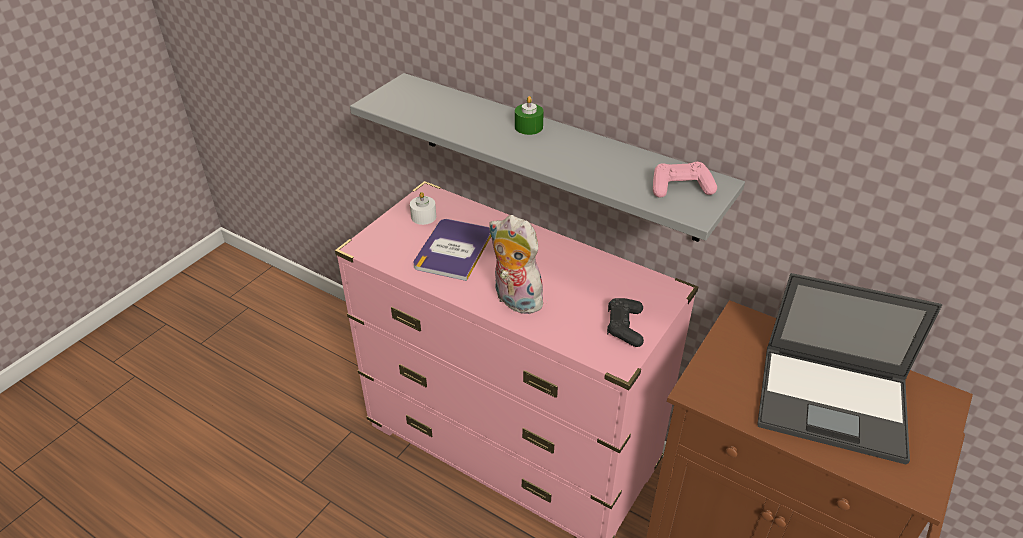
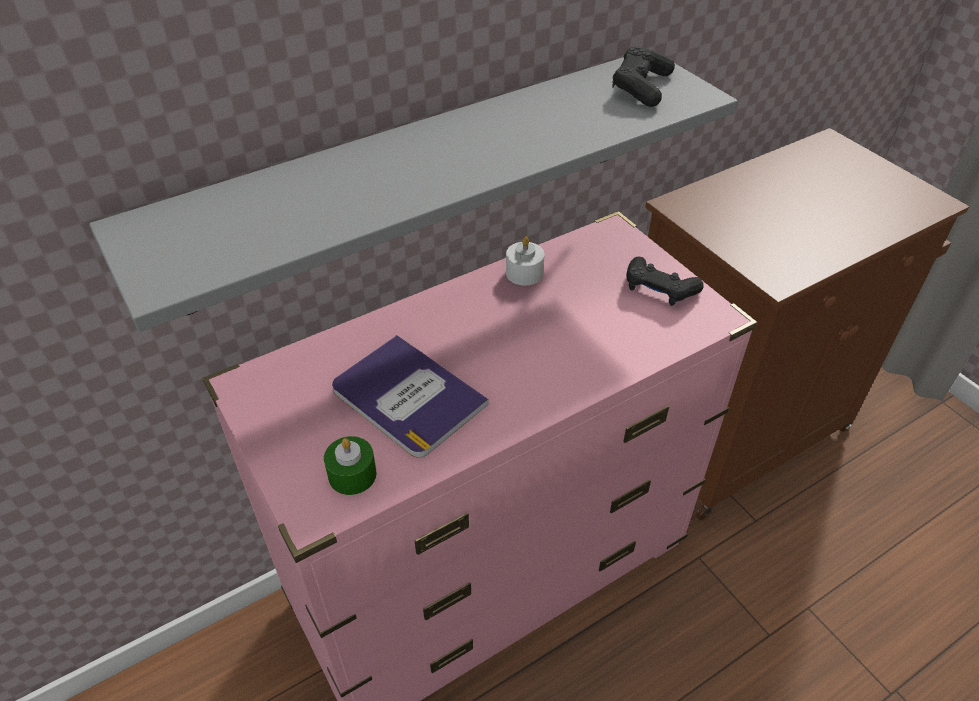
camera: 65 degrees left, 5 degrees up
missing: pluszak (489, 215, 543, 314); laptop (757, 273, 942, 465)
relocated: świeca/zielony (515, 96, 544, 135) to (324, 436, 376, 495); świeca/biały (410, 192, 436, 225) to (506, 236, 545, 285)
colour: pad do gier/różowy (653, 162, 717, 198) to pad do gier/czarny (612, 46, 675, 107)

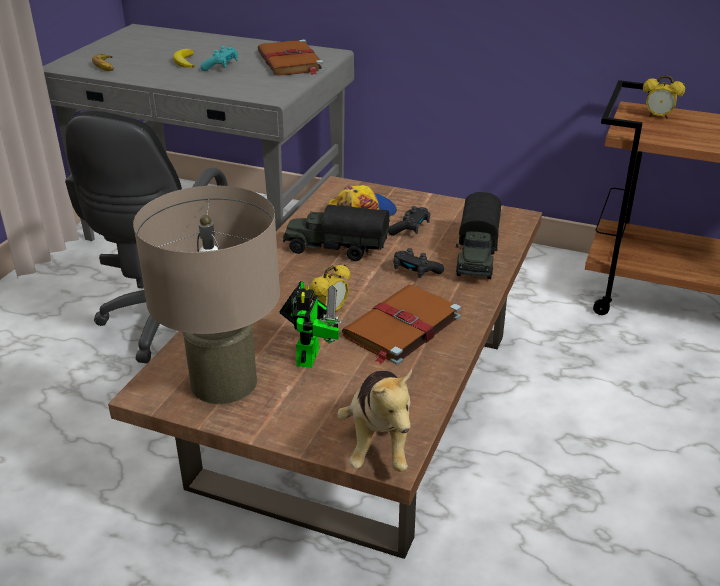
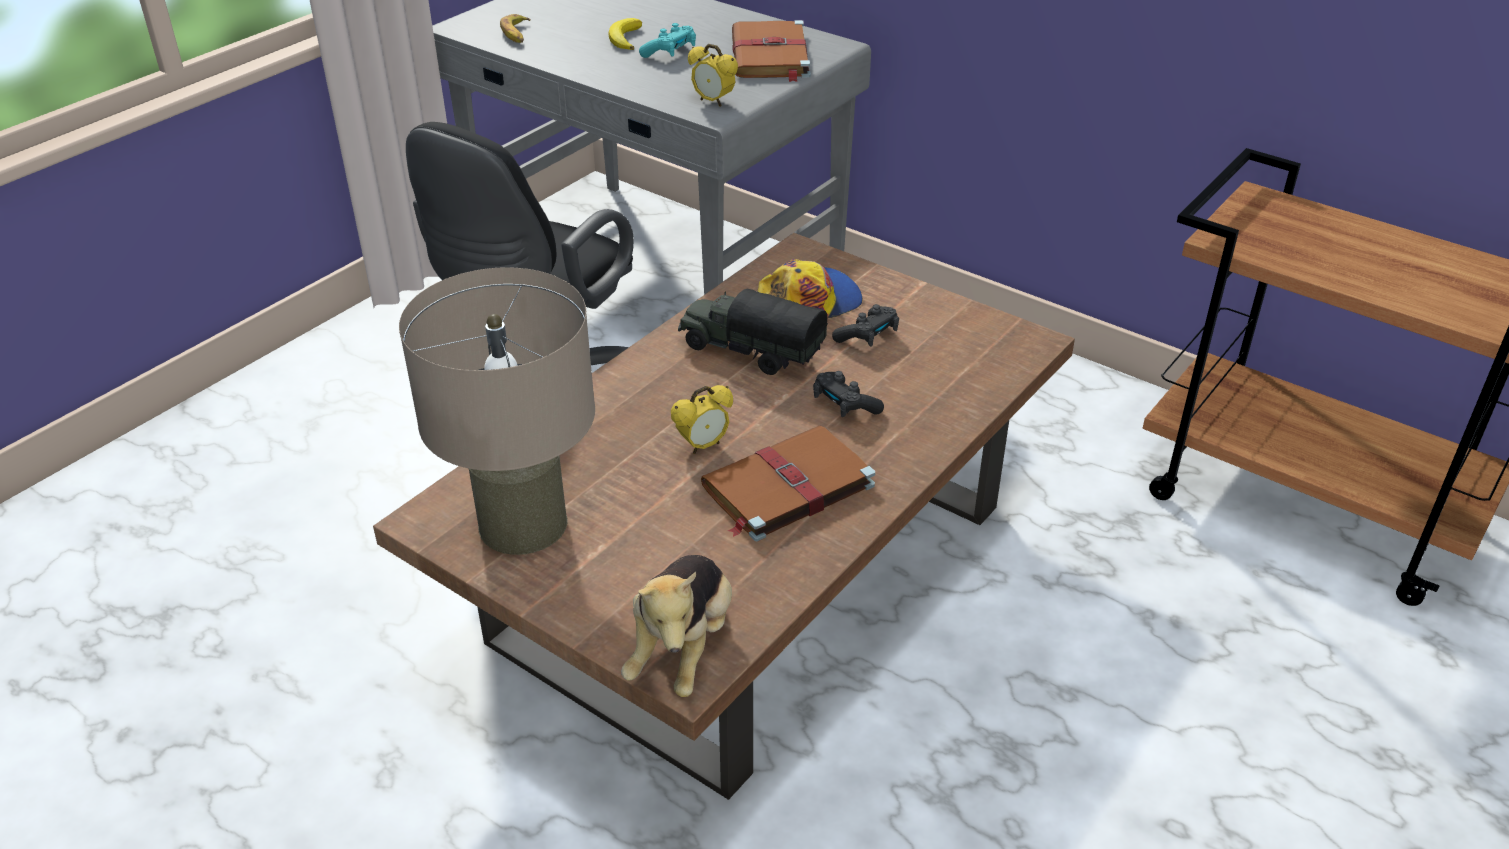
camera: 15 degrees right, 5 degrees up
missing: robot zabawkowy (279, 281, 341, 368); ciężarówka zabawkowa (456, 192, 501, 279)
relocated: budzik (643, 75, 685, 119) to (688, 44, 738, 107)

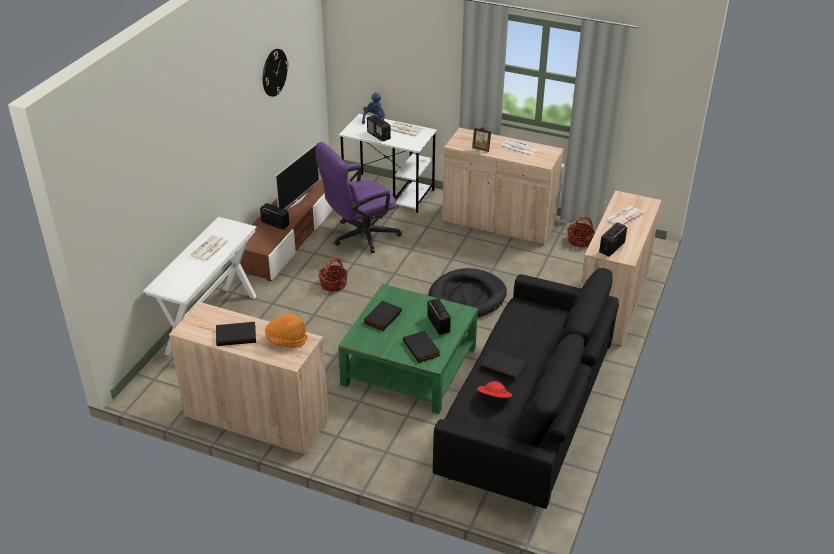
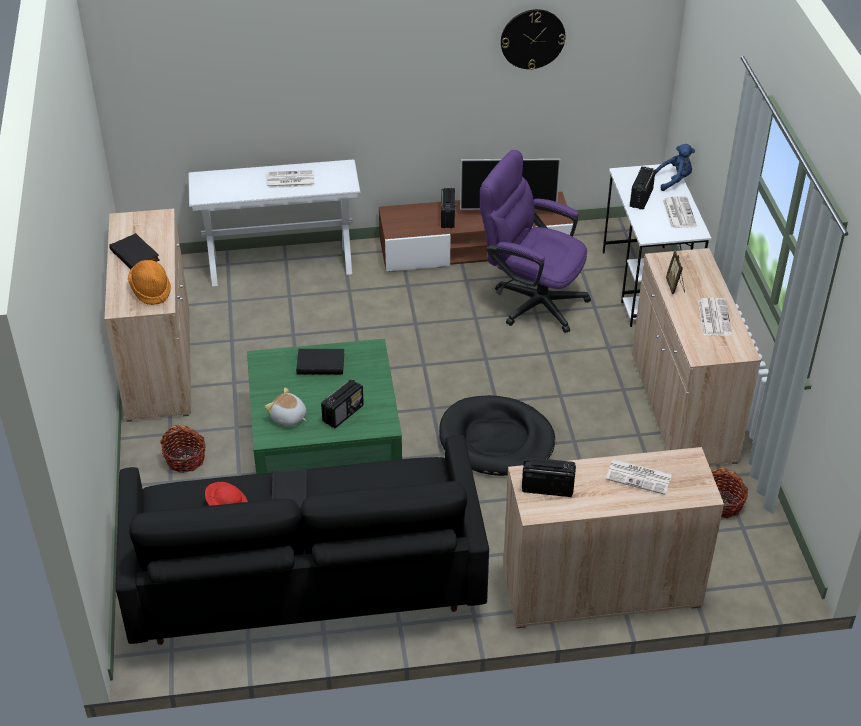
camera: 60 degrees right, 5 degrees up
relocated: koszyk (318, 258, 348, 292) to (160, 425, 206, 473)
exchanged: książka/czarny (403, 330, 440, 363) to pluszak (265, 388, 307, 426)

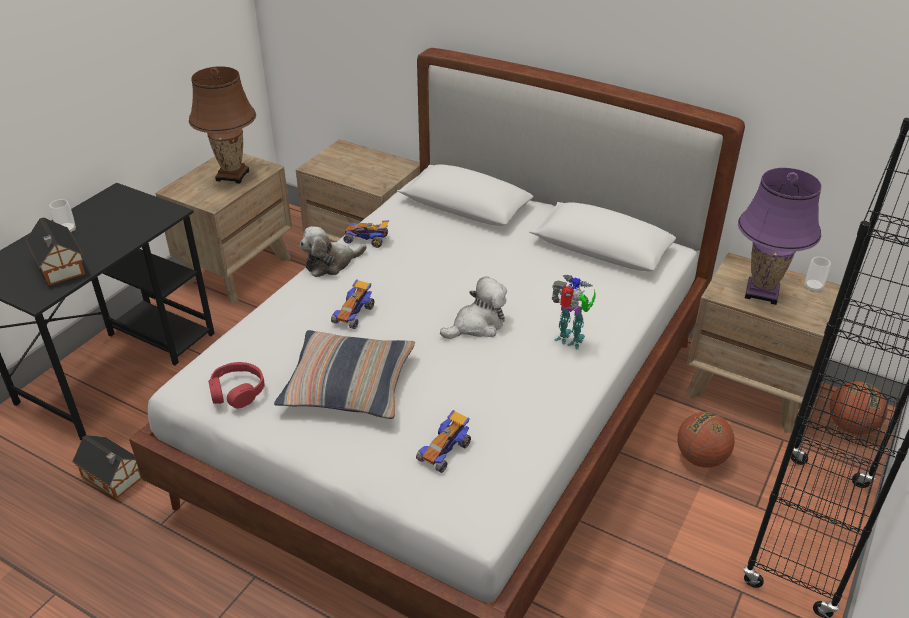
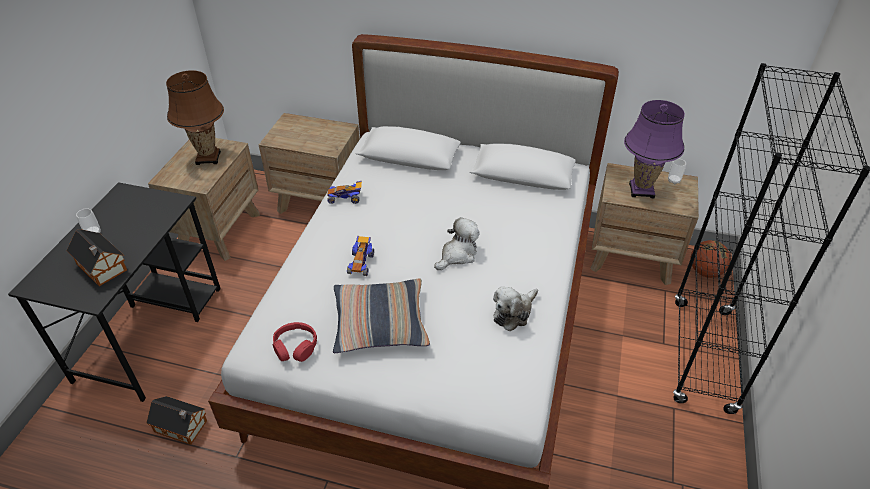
camera: 15 degrees left, 5 degrees up
missing: samochodzik (416, 410, 471, 473); robot zabawkowy (552, 275, 595, 349); piłka do koszykówki (677, 412, 735, 468)
relocated: pluszak (300, 226, 367, 277) to (493, 286, 538, 331)

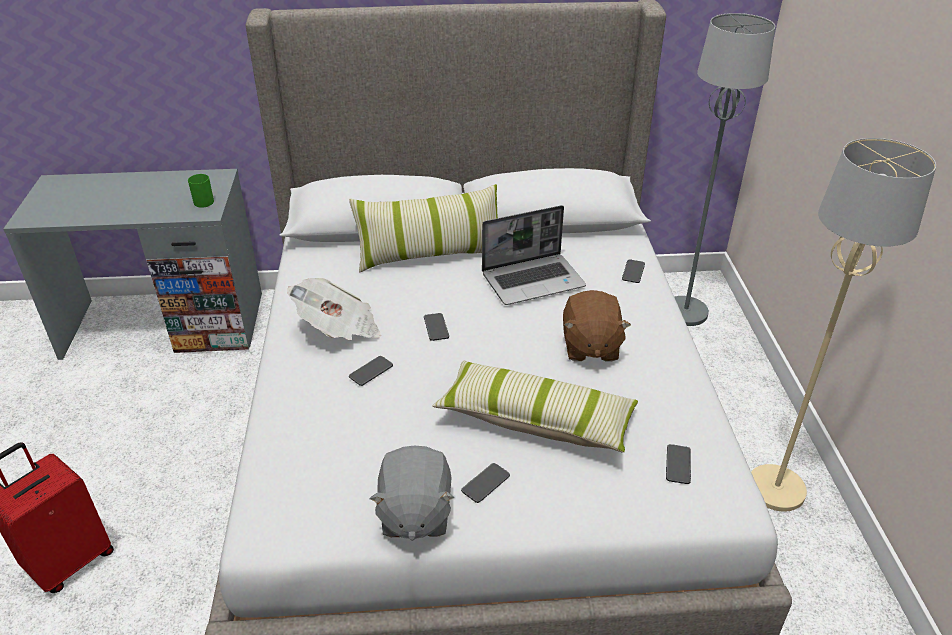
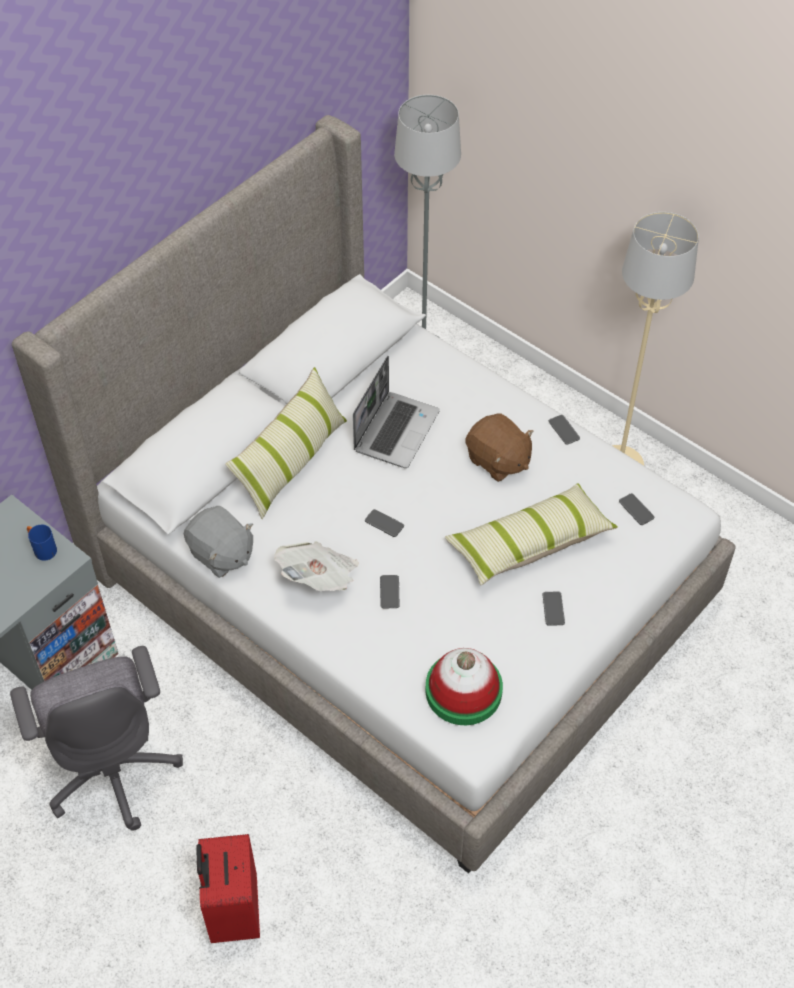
camera: 45 degrees left, 15 degrees up
appeared: krzesło biurowe/szary (10, 646, 183, 831); kapelusz (425, 648, 503, 725)
relocated: pluszak/szary (370, 446, 455, 541) to (184, 506, 253, 578); telefon (622, 259, 645, 283) to (549, 415, 580, 445)
colour: kubek/zielony (188, 174, 214, 208) to kubek/niebieski (27, 525, 57, 560)

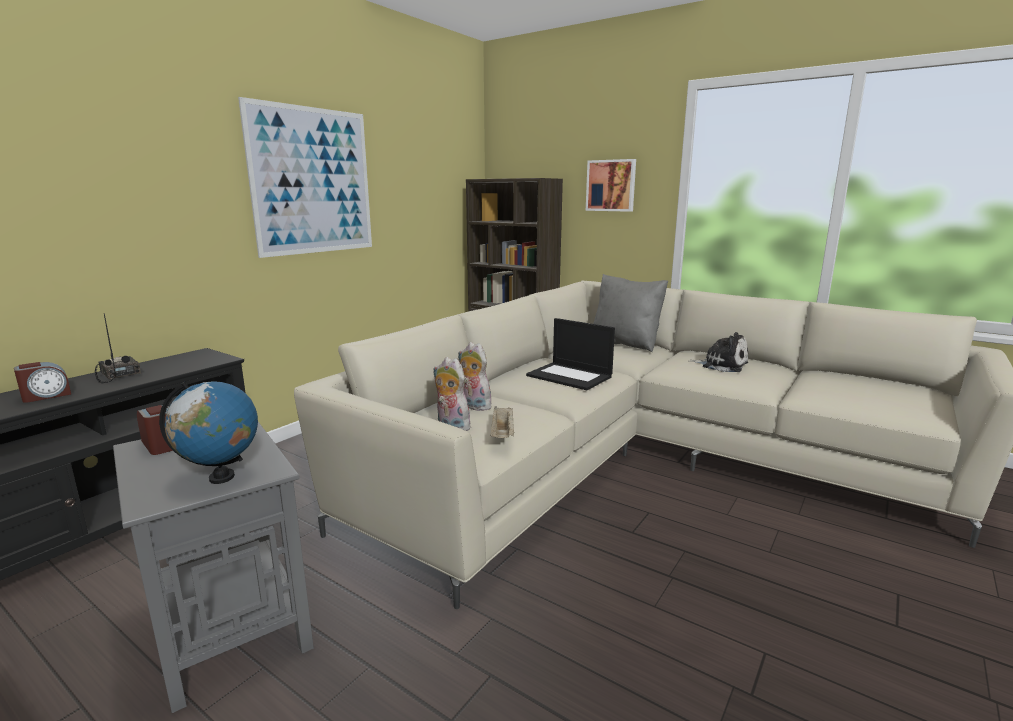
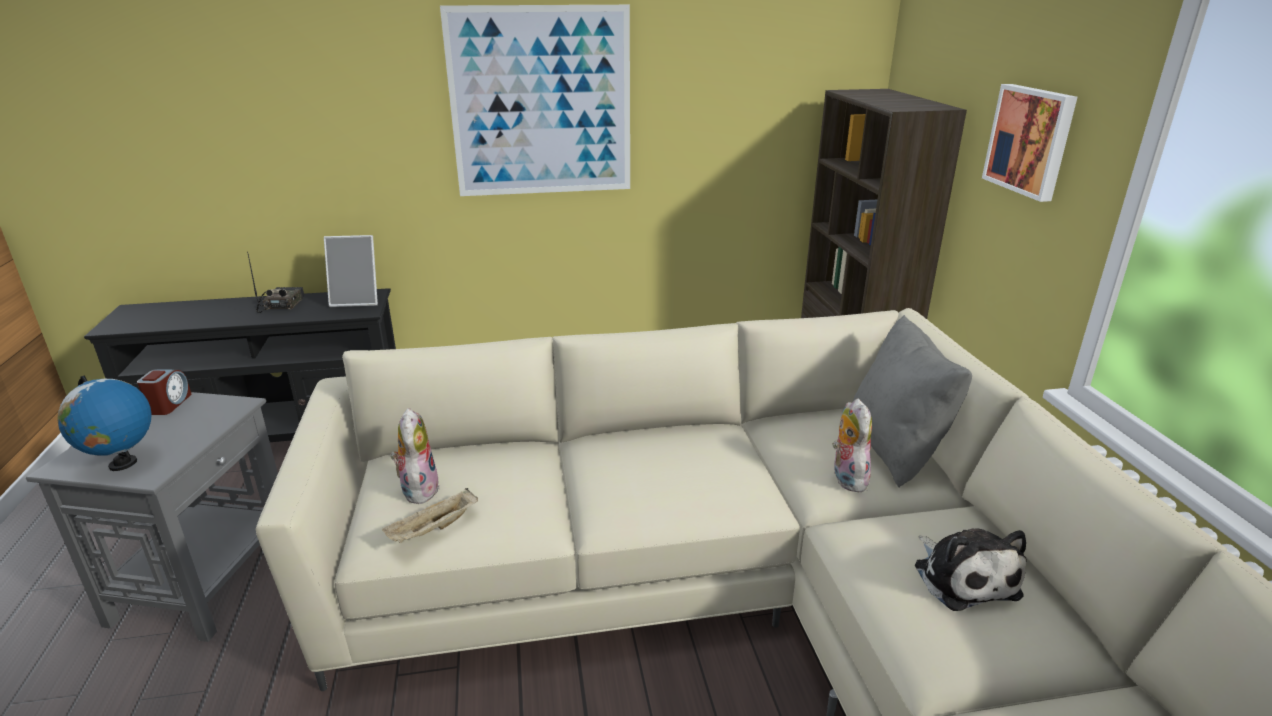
camera: 45 degrees right, 10 degrees up
missing: budzik (14, 362, 71, 403); laptop (526, 318, 615, 390)
appeared: ramka na zdjęcie (324, 235, 378, 307)
relocated: pluszak (458, 342, 491, 411) to (832, 398, 872, 493)

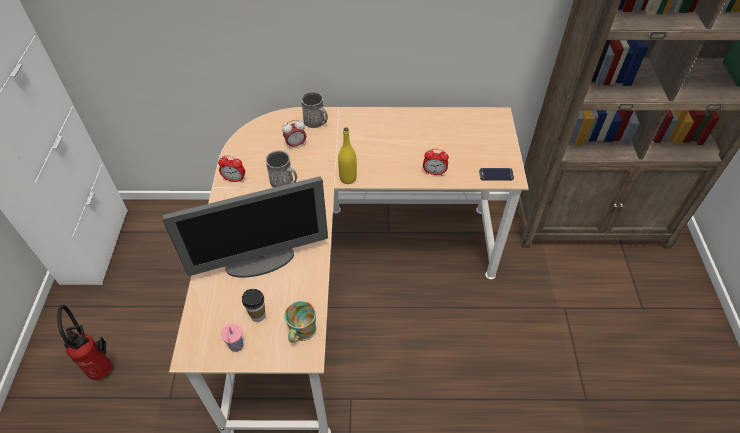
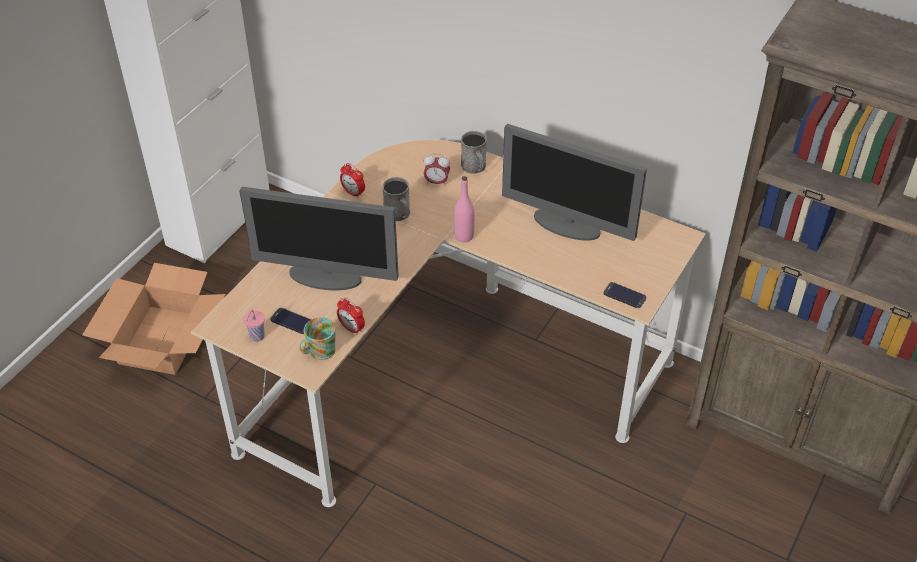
camera: 30 degrees right, 5 degrees down
appeared: monitor (502, 124, 647, 241)
relocated: budzik (423, 149, 449, 175) to (337, 298, 365, 335)
exchanged: gaśnica (57, 305, 112, 380) to karton (82, 263, 226, 375); filiżanka (242, 289, 266, 322) to telefon (270, 308, 311, 334)
colour: butelka/żółty (338, 127, 357, 184) to butelka/różowy (454, 176, 475, 242)

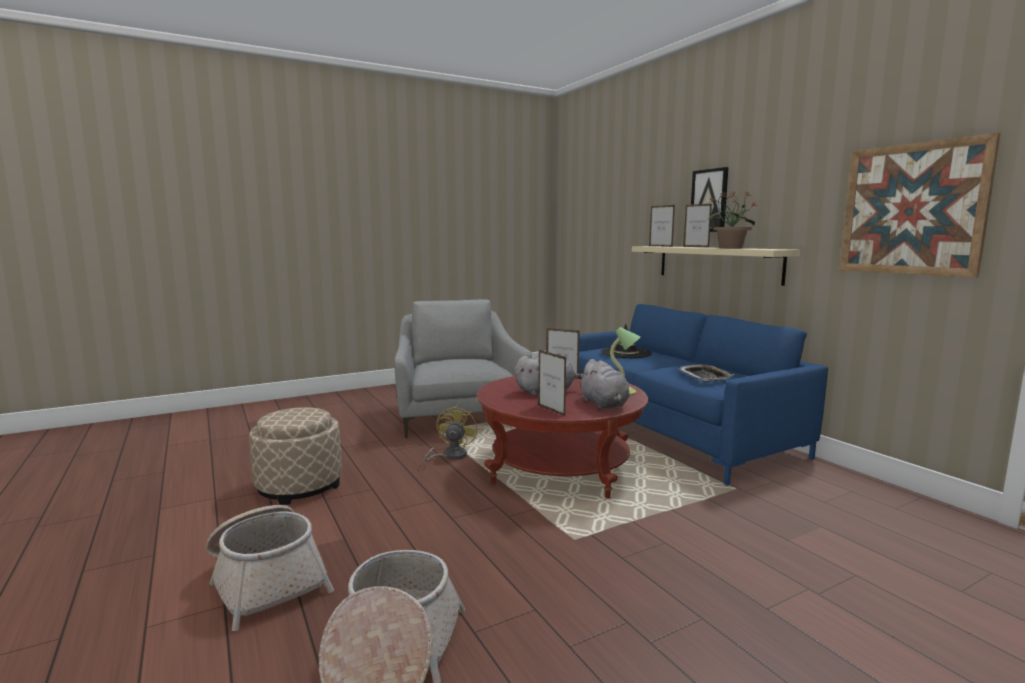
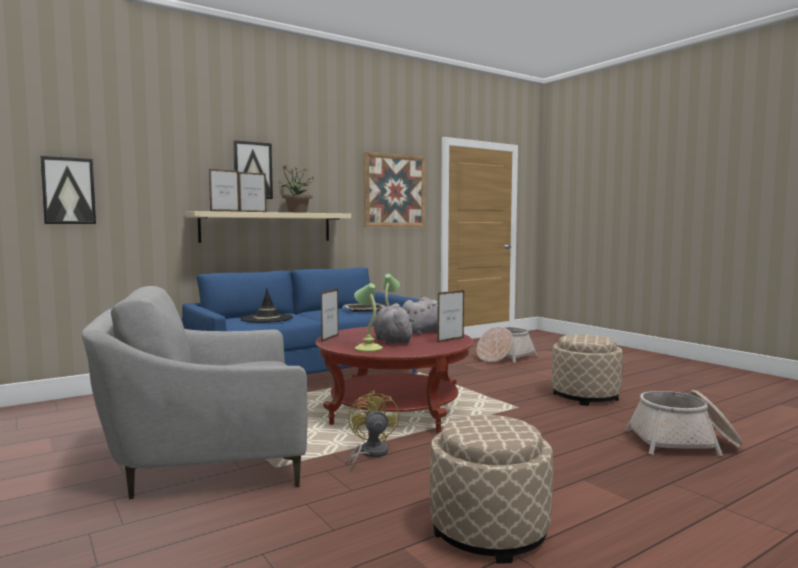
camera: 95 degrees left, 5 degrees down
appeared: obraz (40, 156, 96, 224); lampa stołowa (354, 283, 383, 352); pufa/beżowy (552, 334, 623, 406)
relocated: koszyk (206, 505, 334, 631) to (477, 327, 538, 363)
spun: wentylator/żółty (421, 405, 477, 467) = (346, 390, 399, 472) 75 degrees clockwise

